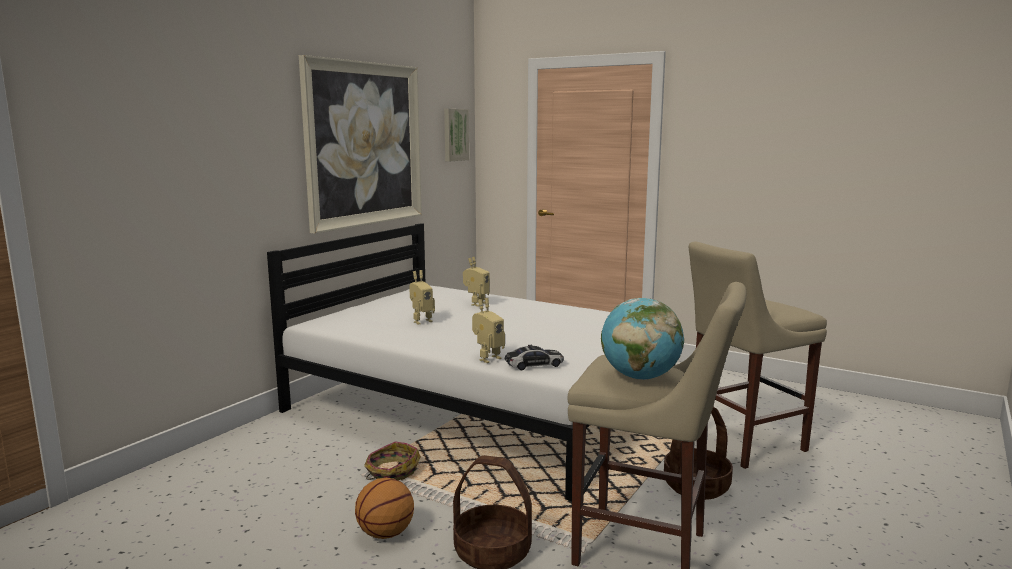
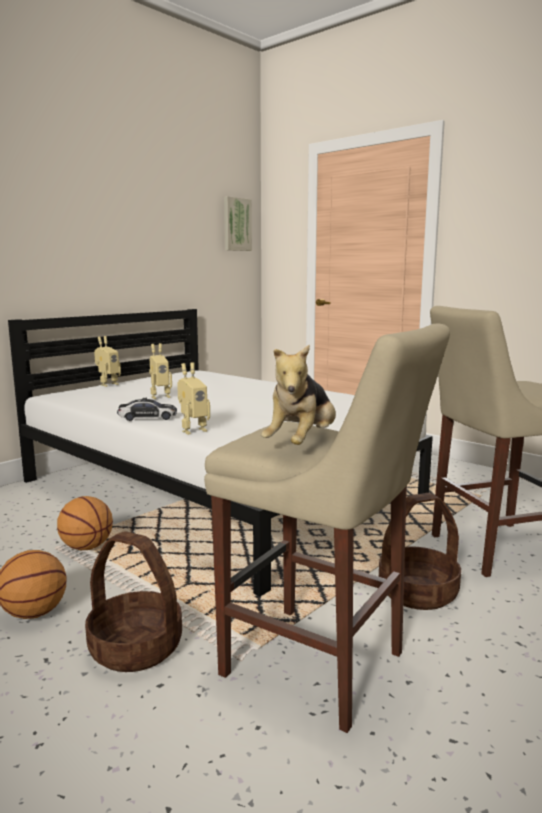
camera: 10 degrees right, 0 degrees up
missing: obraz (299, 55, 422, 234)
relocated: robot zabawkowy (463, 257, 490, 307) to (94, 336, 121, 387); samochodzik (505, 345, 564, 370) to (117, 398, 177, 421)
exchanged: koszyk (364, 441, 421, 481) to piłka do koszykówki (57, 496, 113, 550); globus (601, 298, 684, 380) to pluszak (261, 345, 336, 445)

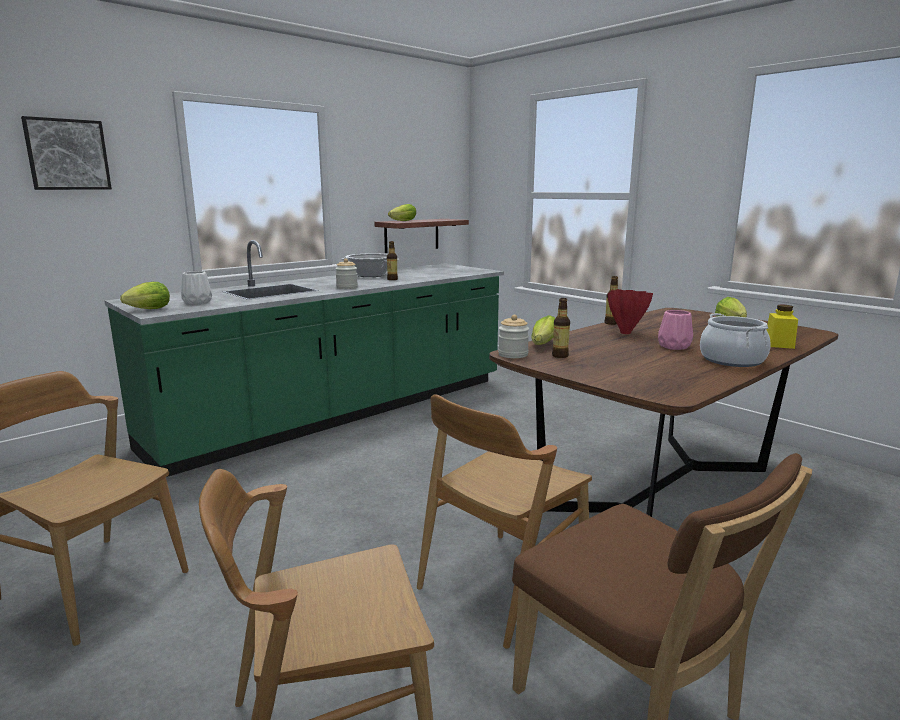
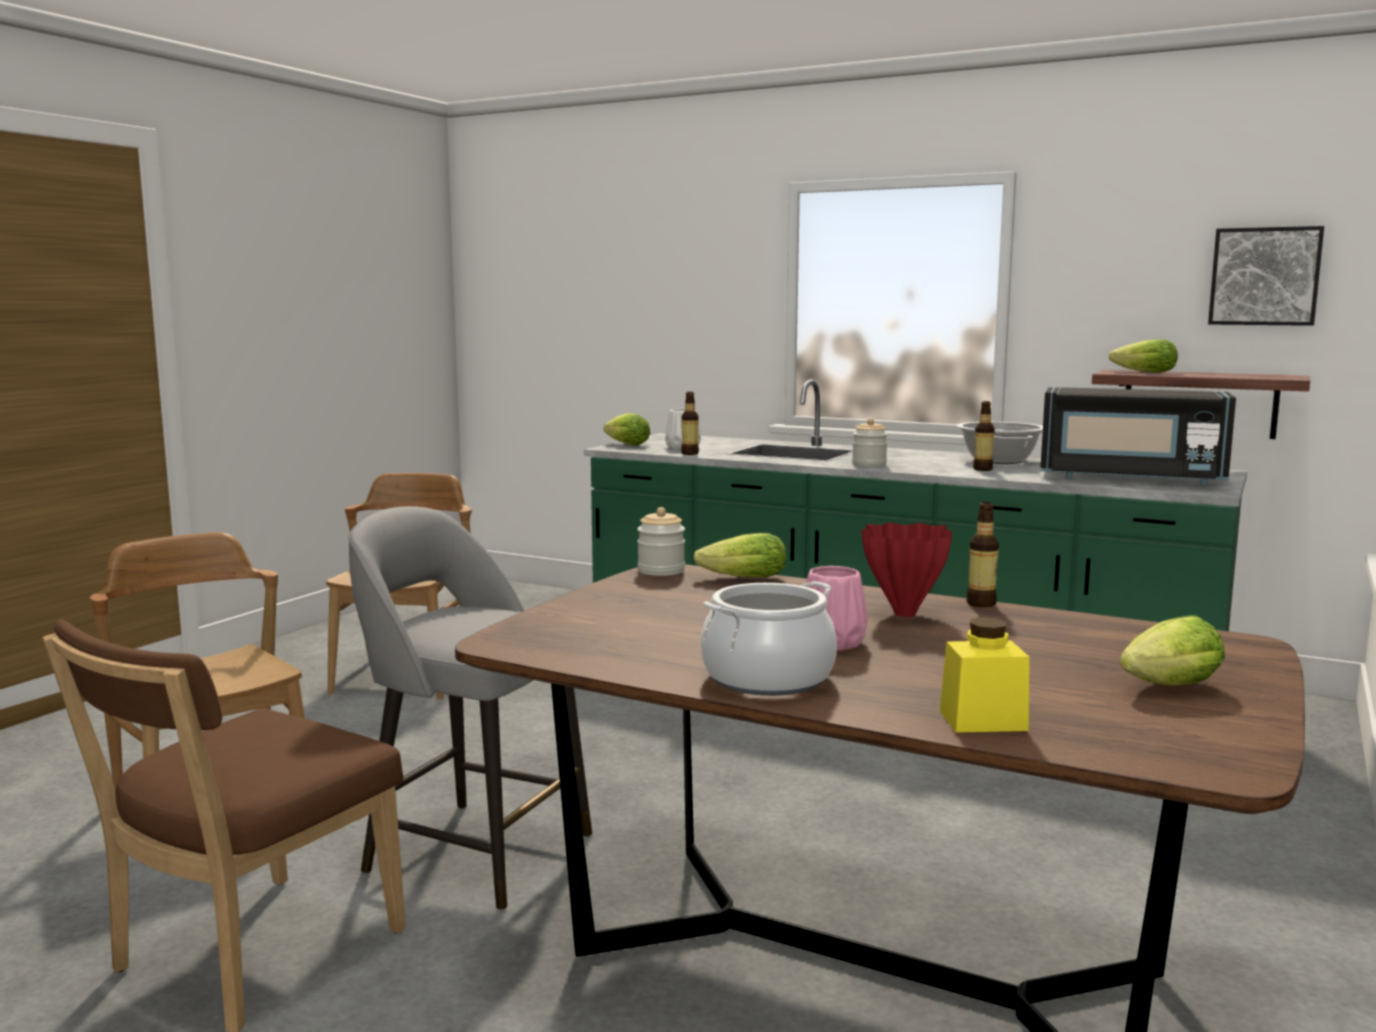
camera: 70 degrees right, 5 degrees down
appeared: mikrofalówka/czarny (1041, 387, 1236, 485)
relocated: butelka (552, 298, 570, 358) to (681, 392, 699, 455); obraz (21, 116, 112, 190) to (1208, 226, 1324, 326)
exchanged: krzesło/brązowy (417, 394, 592, 649) to stołek/szary (349, 506, 592, 910)

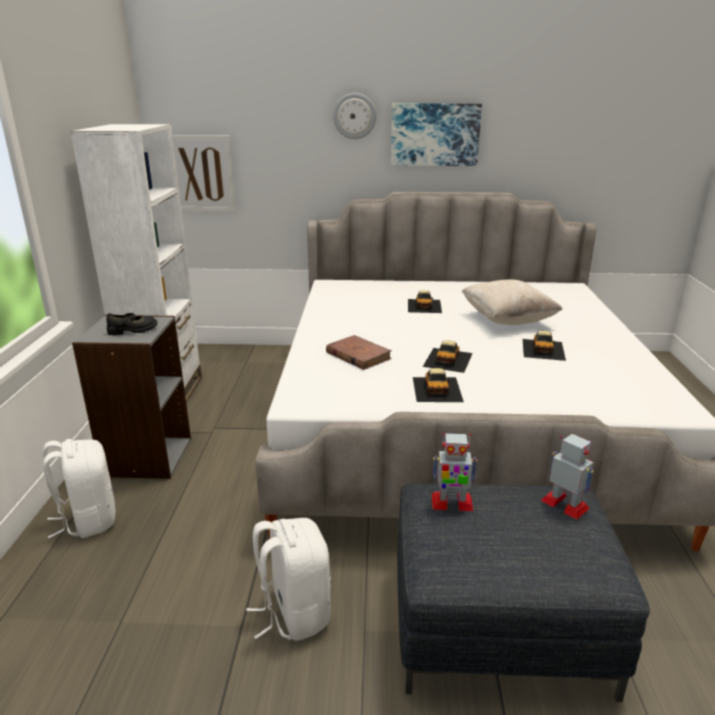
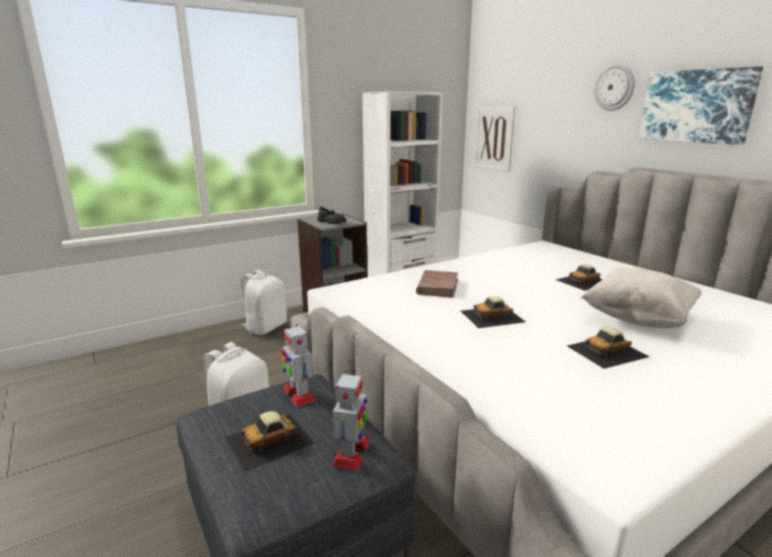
camera: 55 degrees right, 5 degrees down
relocated: samochodzik (413, 368, 464, 402) to (225, 411, 315, 472)

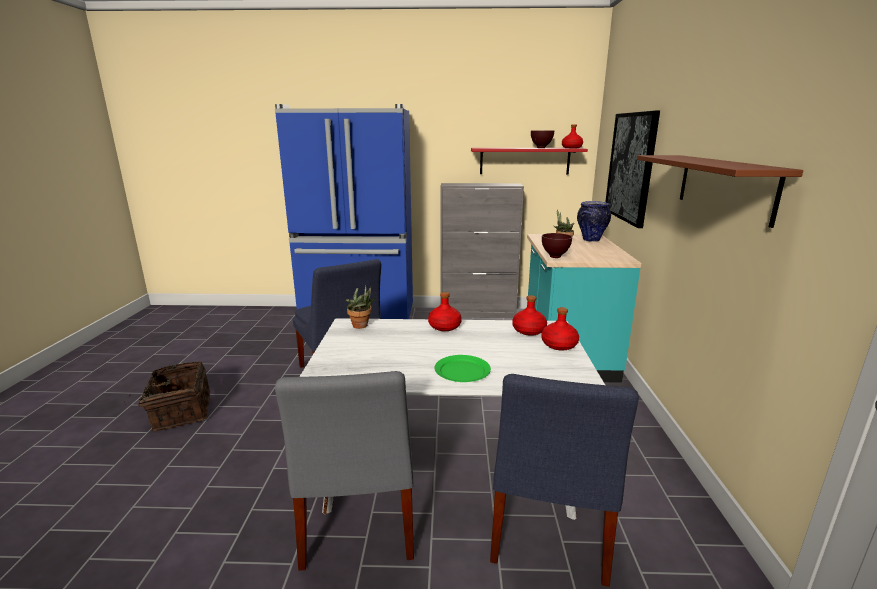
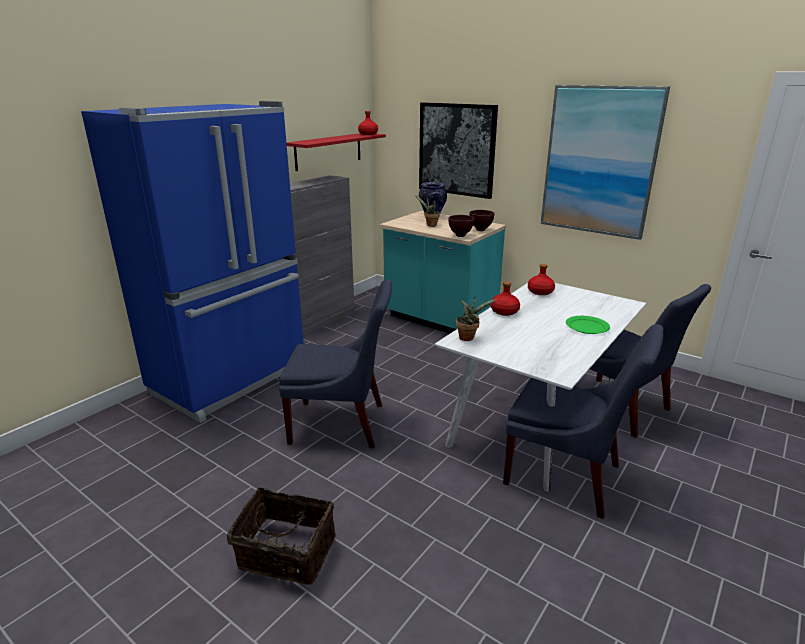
camera: 55 degrees left, 5 degrees up
missing: butelka/czerwony (541, 307, 579, 351)
relocated: miska/brązowy (531, 130, 554, 148) to (469, 210, 494, 231)
exchanged: półka/brązowy (637, 155, 803, 228) to obraz (541, 85, 670, 240)
colour: krzesło/szary (275, 371, 414, 571) to krzesło/niebieski (503, 324, 664, 519)

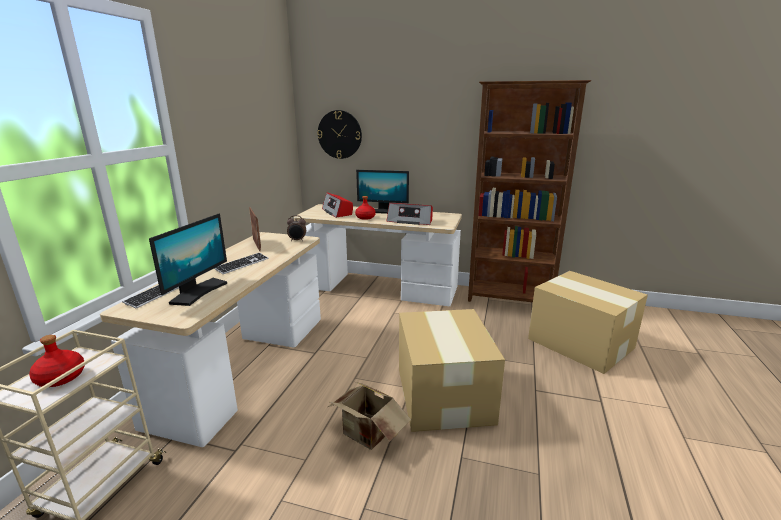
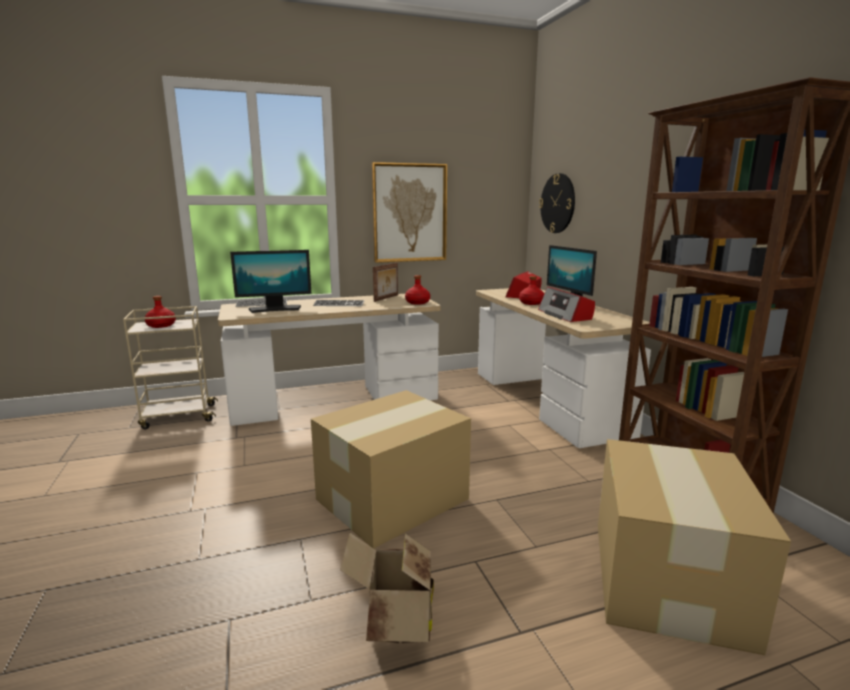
camera: 55 degrees right, 5 degrees down
appeared: obraz (372, 162, 447, 263)
relocated: karton (328, 382, 411, 450) to (340, 533, 434, 643)
exchanged: budzik (287, 215, 306, 241) to butelka/czerwony (405, 275, 430, 304)

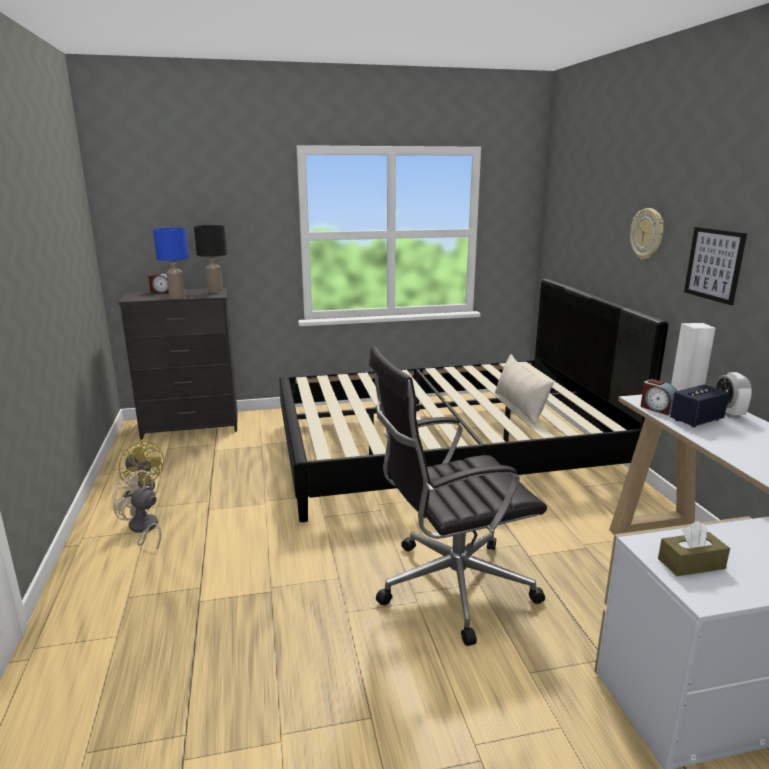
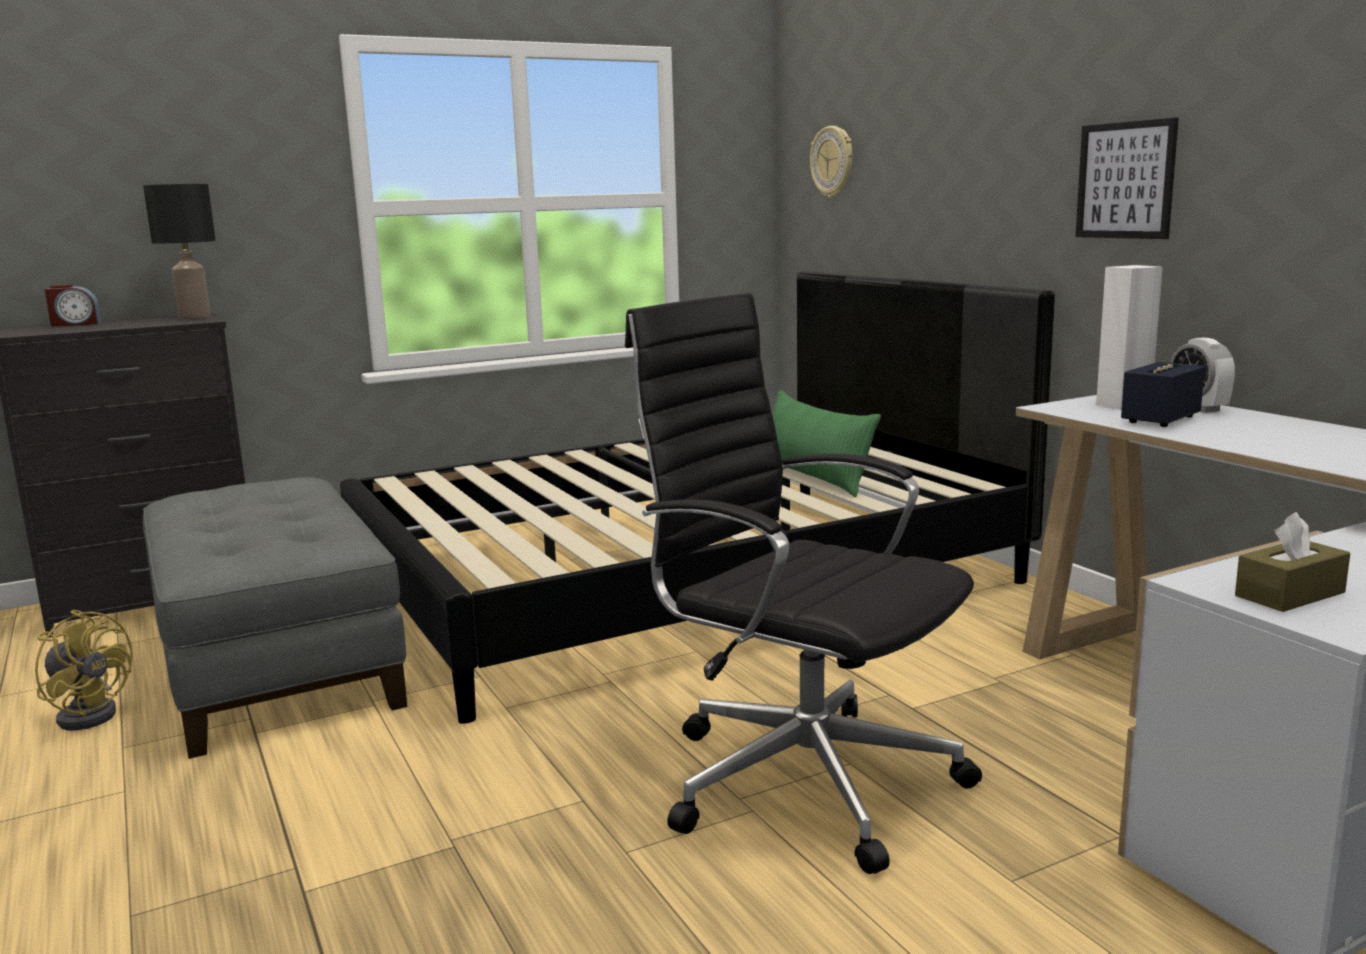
camera: 15 degrees left, 5 degrees down
missing: wentylator/beżowy (112, 470, 161, 550); lampa stołowa/niebieski (153, 228, 189, 299); budzik (641, 379, 677, 415)
appeared: pufa/szary (143, 477, 407, 759)
relocated: zegar ścienny (630, 208, 664, 260) to (810, 126, 852, 198)
colour: poduszka/beżowy (495, 354, 554, 425) to poduszka/zielony (772, 390, 881, 497)
spun: krzesło biurowe/czarny (369, 346, 547, 646) = (625, 293, 982, 874) 75 degrees clockwise

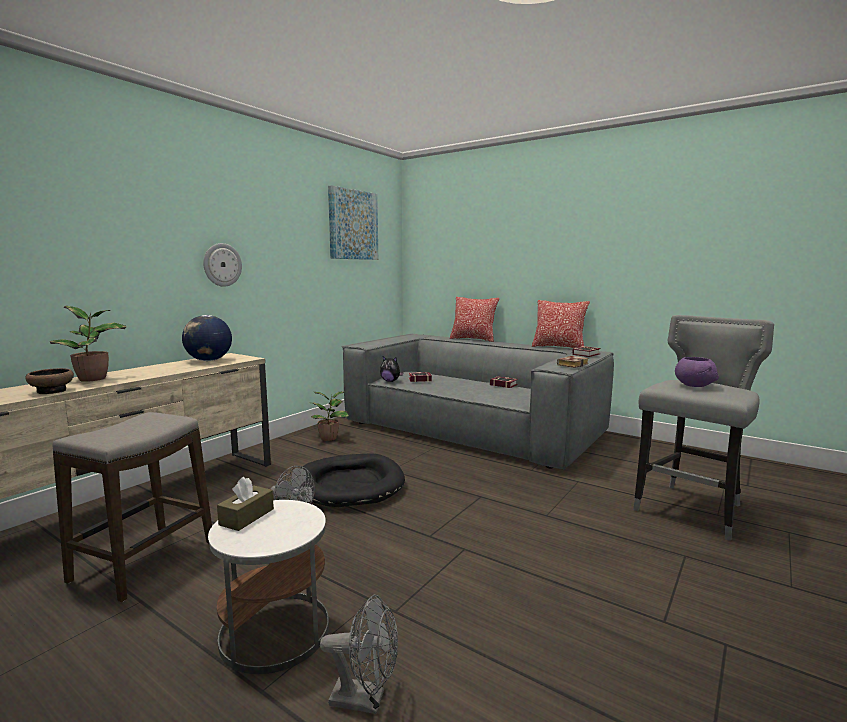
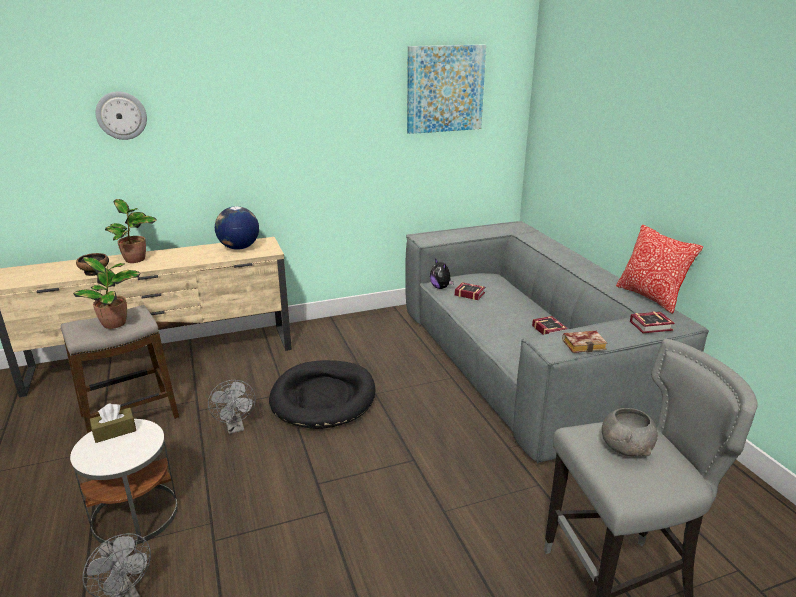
camera: 35 degrees right, 15 degrees up
missing: poduszka (450, 297, 499, 342)
relocated: roślina doniczkowa (311, 391, 349, 441) to (73, 257, 140, 329); zegar ścienny (203, 243, 242, 287) to (95, 91, 147, 140)
colour: miska/fioletowy (675, 357, 719, 387) to miska/szary (602, 408, 658, 456)

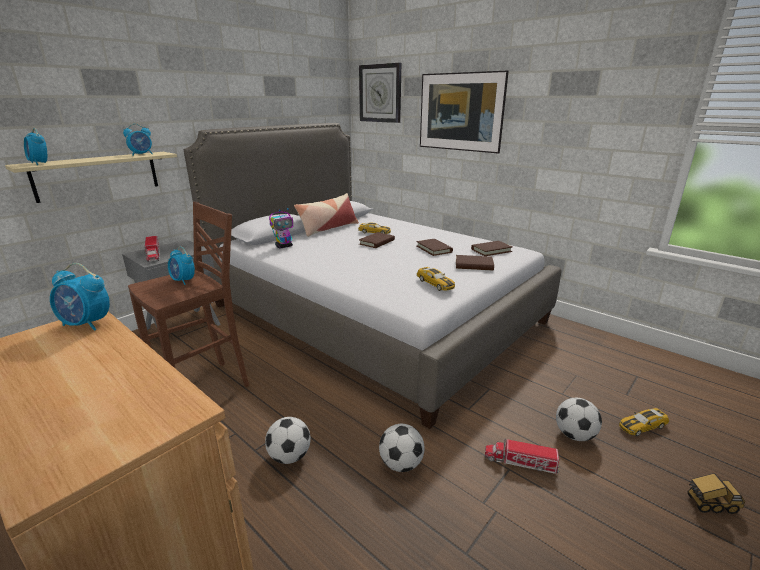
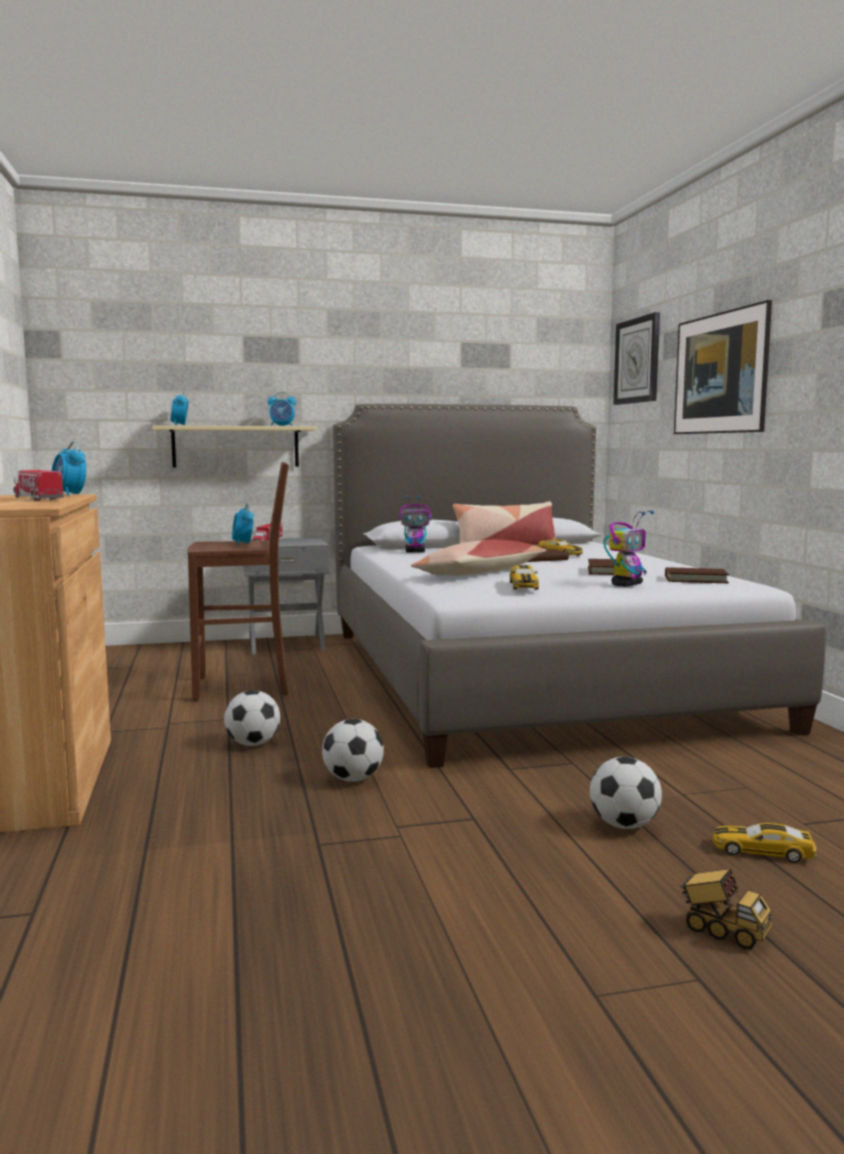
camera: 35 degrees right, 15 degrees down
appeared: poduszka (411, 540, 546, 576)
relocated: ciężarówka zabawkowa (485, 438, 559, 474) to (13, 470, 64, 501)
exchanged: książka/brązowy (456, 255, 494, 271) to robot zabawkowy (604, 511, 654, 587)

